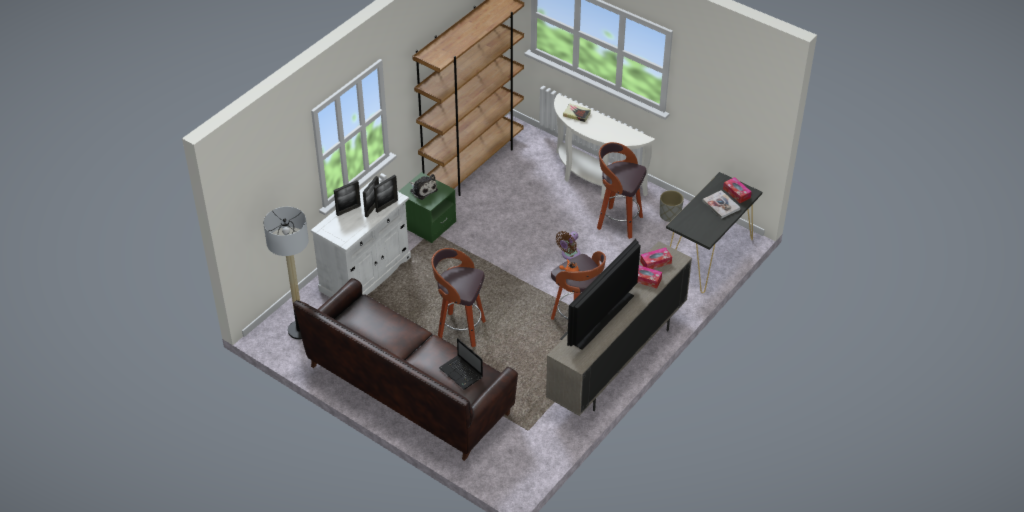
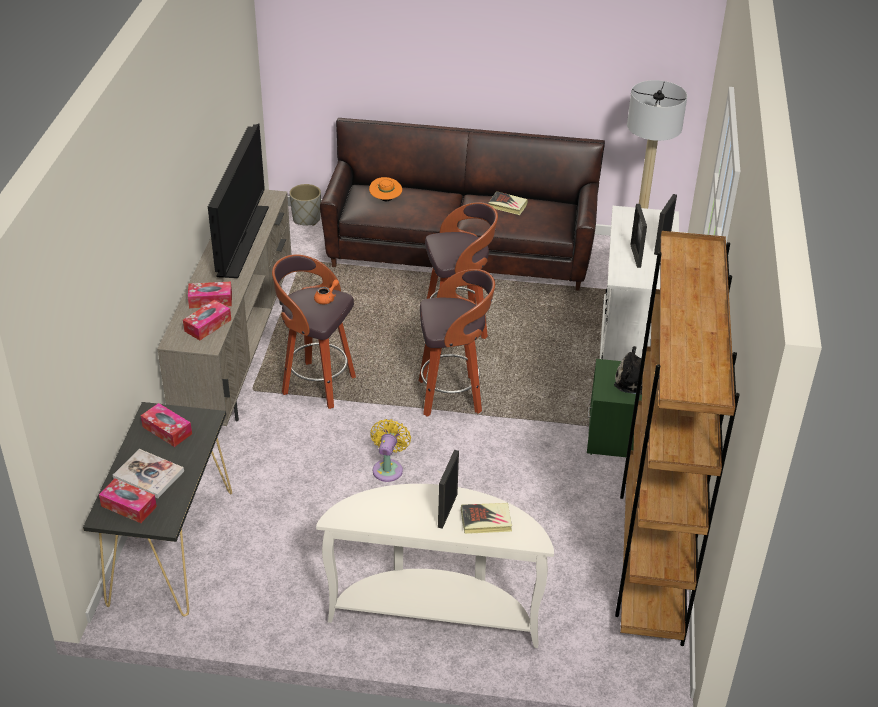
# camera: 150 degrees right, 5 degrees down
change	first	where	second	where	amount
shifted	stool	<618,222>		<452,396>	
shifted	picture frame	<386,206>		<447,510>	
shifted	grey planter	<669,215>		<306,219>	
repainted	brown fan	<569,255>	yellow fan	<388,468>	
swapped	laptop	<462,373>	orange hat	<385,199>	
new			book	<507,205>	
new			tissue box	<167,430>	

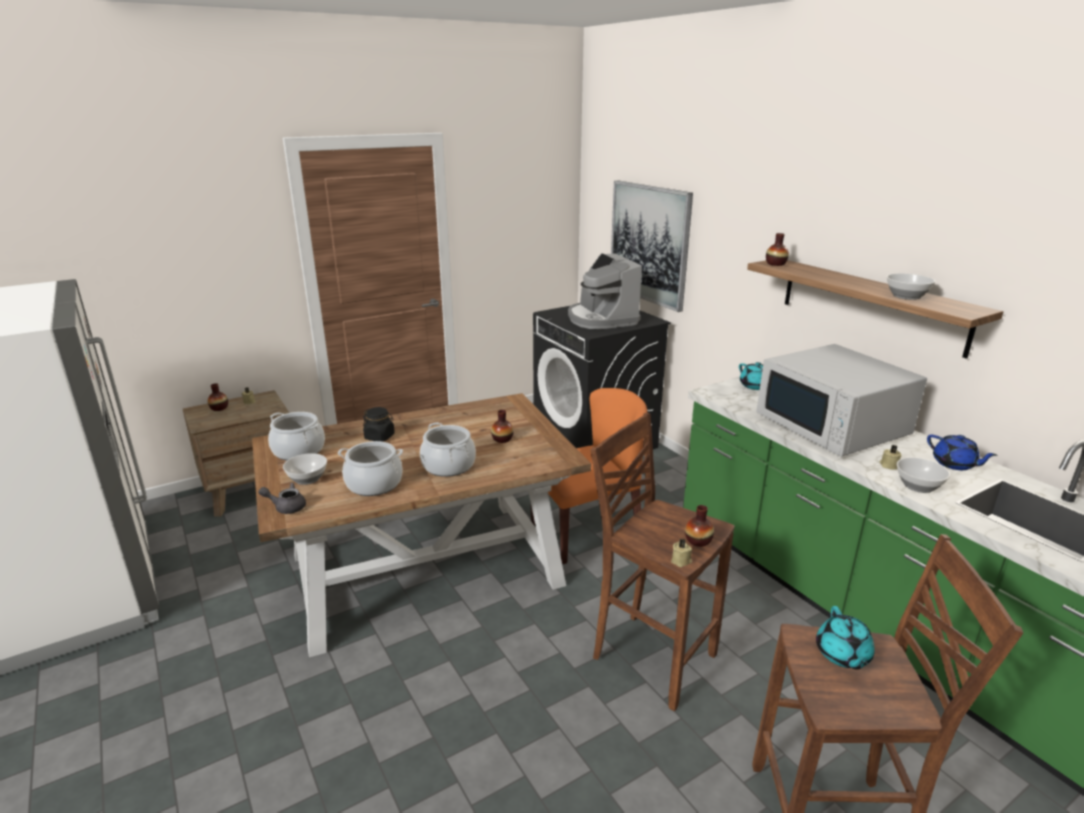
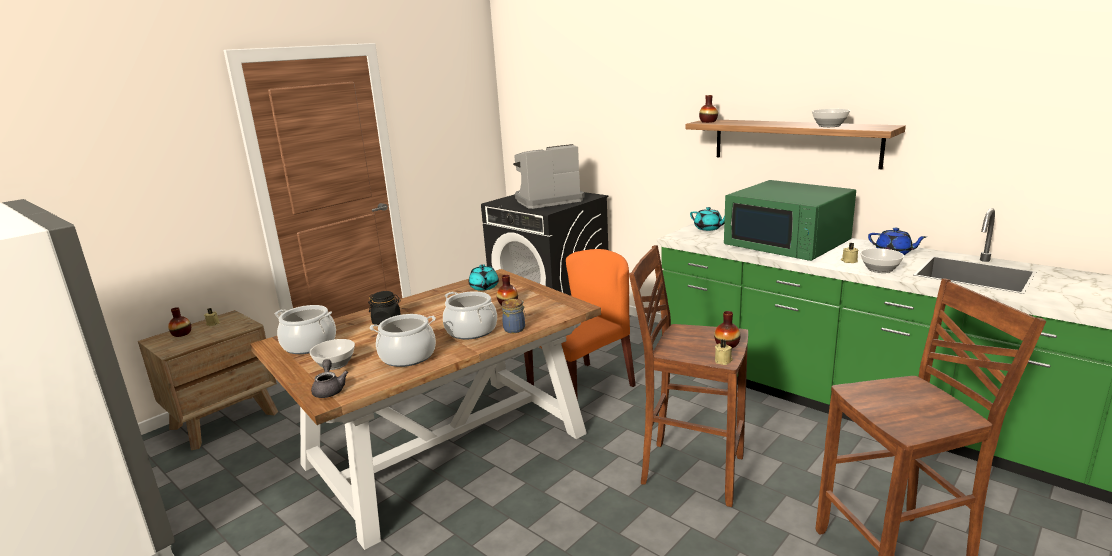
# camera: 15 degrees left, 5 degrees down
change	first	where	second	where	amount
gone	picture	<649,243>			
rotated	coffee machine	<601,319>		<547,200>	105 degrees clockwise
repainted	white microwave	<832,425>	green microwave	<787,244>	
rotated	grey teapot	<286,507>		<329,389>	90 degrees clockwise
shifted	turquoise teapot	<842,655>		<484,287>	
new			jar	<515,329>	

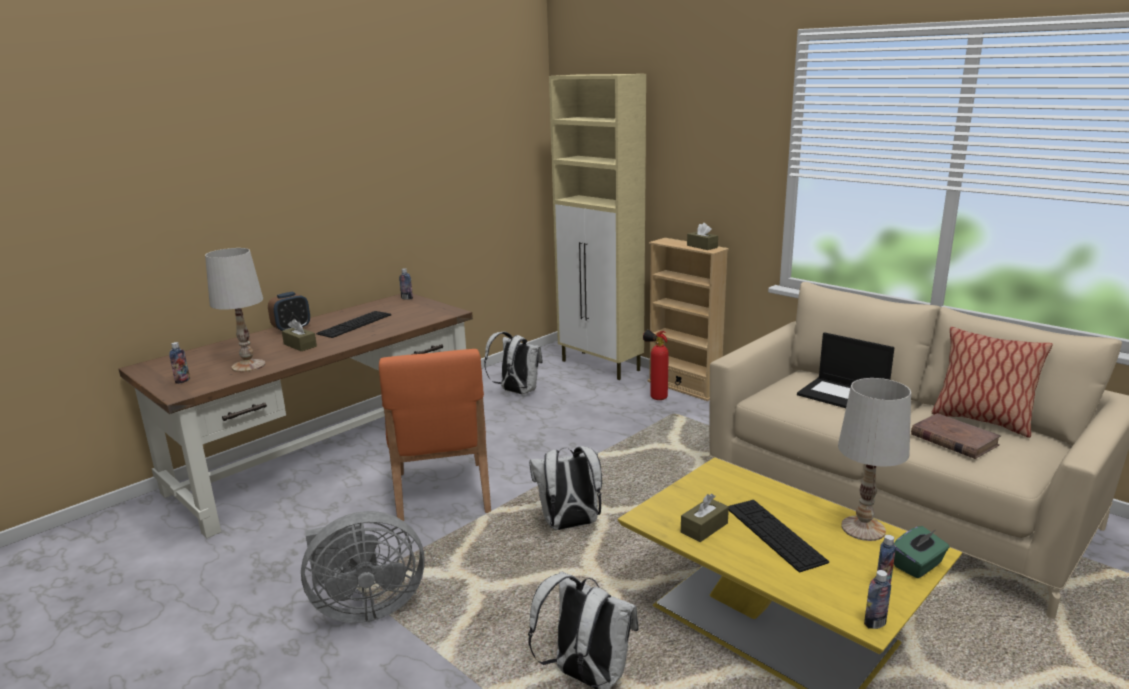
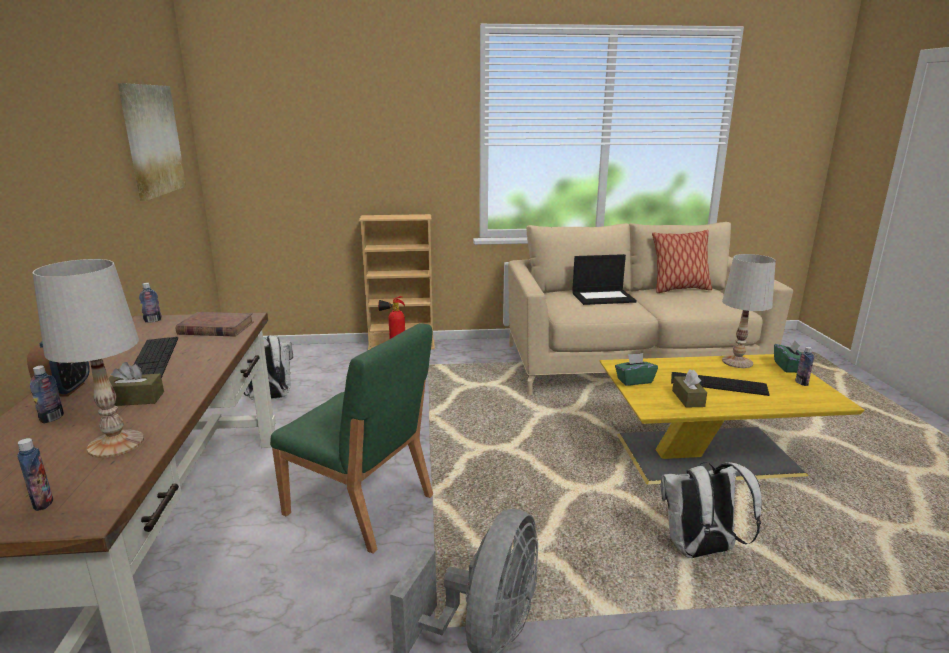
# camera: 50 degrees left, 0 degrees up
change	first	where	second	where	amount
gone	beige cabinet	<601,366>			
gone	brown tissue box	<702,246>			
repainted	orange chair	<441,493>	green chair	<360,506>	
shifted	brown book	<953,439>		<215,328>	
gone	white backpack	<569,525>			
shifted	bottle	<875,623>		<52,418>	
new			picture	<152,140>	
new			green tissue box	<634,381>	

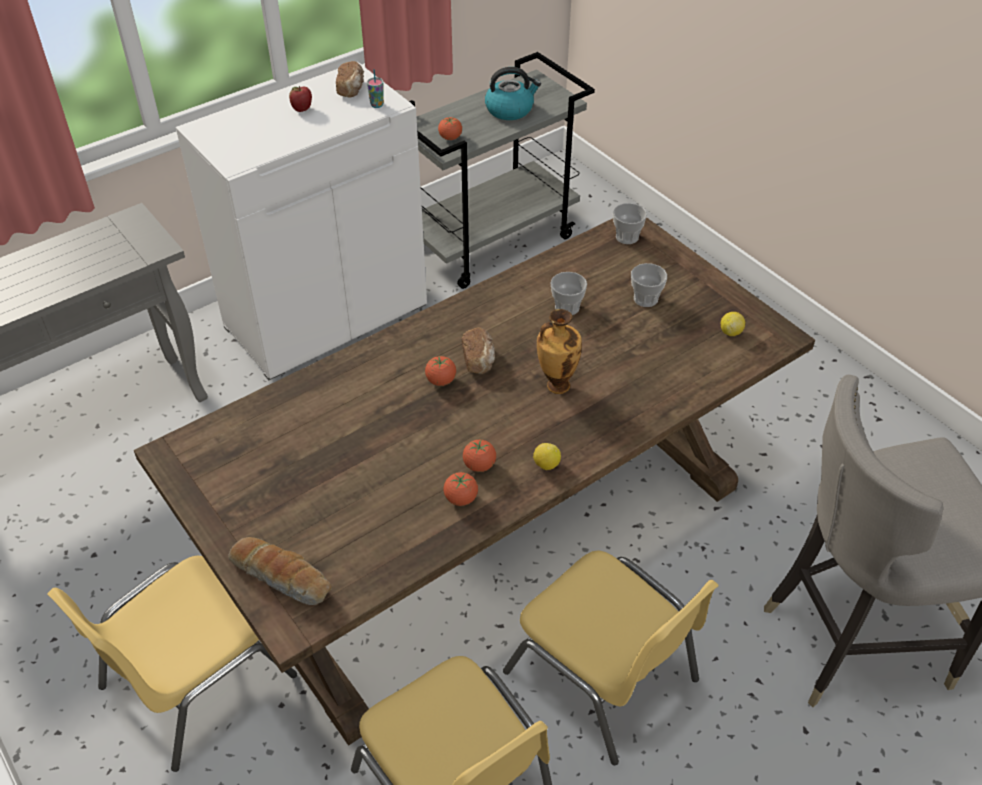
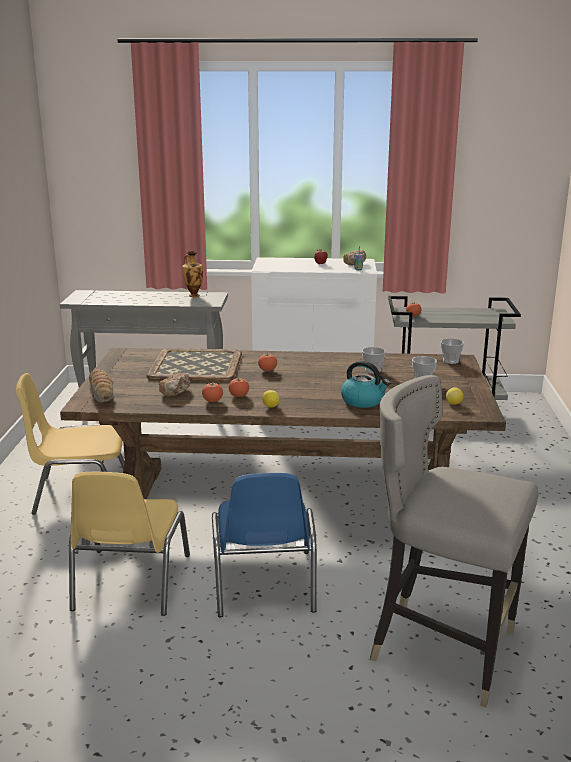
# camera: 40 degrees right, 25 degrees down
change	first	where	second	where	amount
shifted	kettle	<510,109>		<363,401>	
shifted	vase	<556,385>		<193,295>	
shifted	bread	<479,359>		<176,392>	
repainted	yellow chair	<604,677>	blue chair	<263,584>	
new			tray	<195,365>	

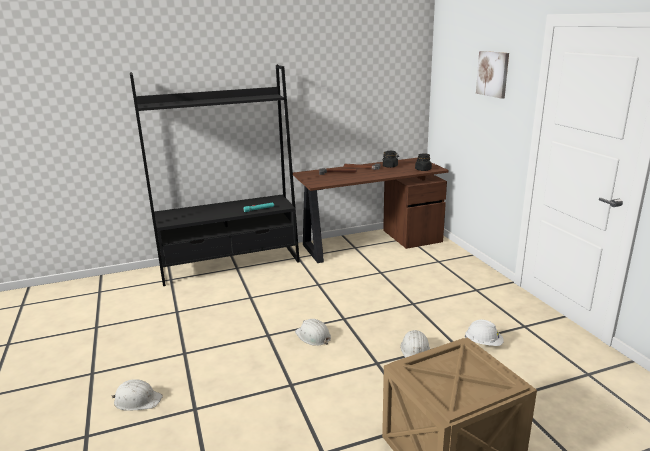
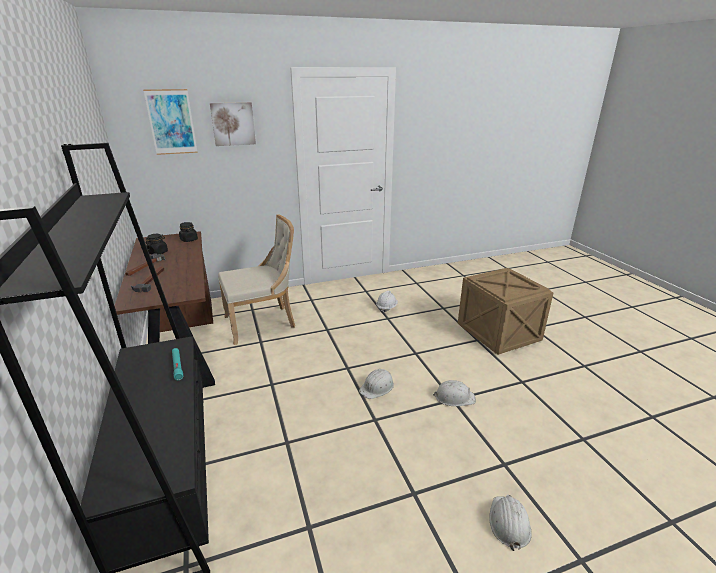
# camera: 90 degrees left, 5 degrees up
change	first	where	second	where	amount
shifted	white hard hat	<415,350>		<454,397>	
new			picture	<171,122>	
new			beige chair	<263,323>	

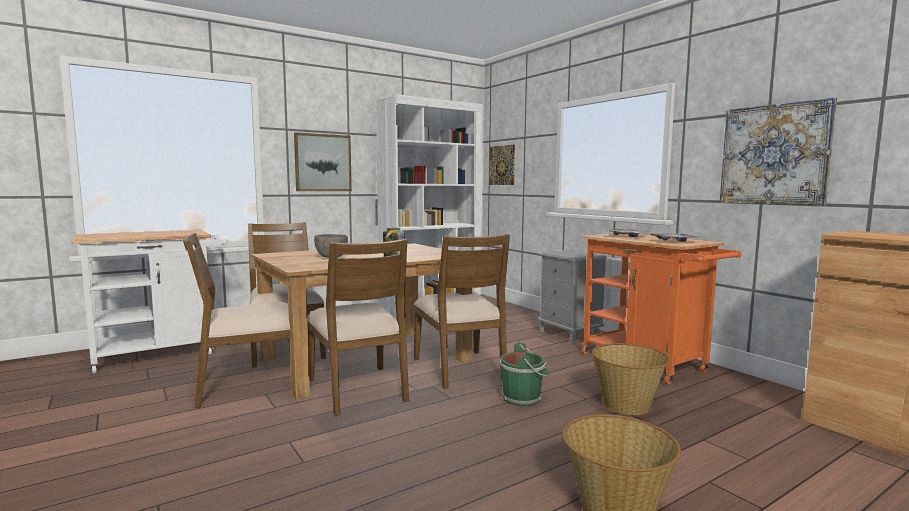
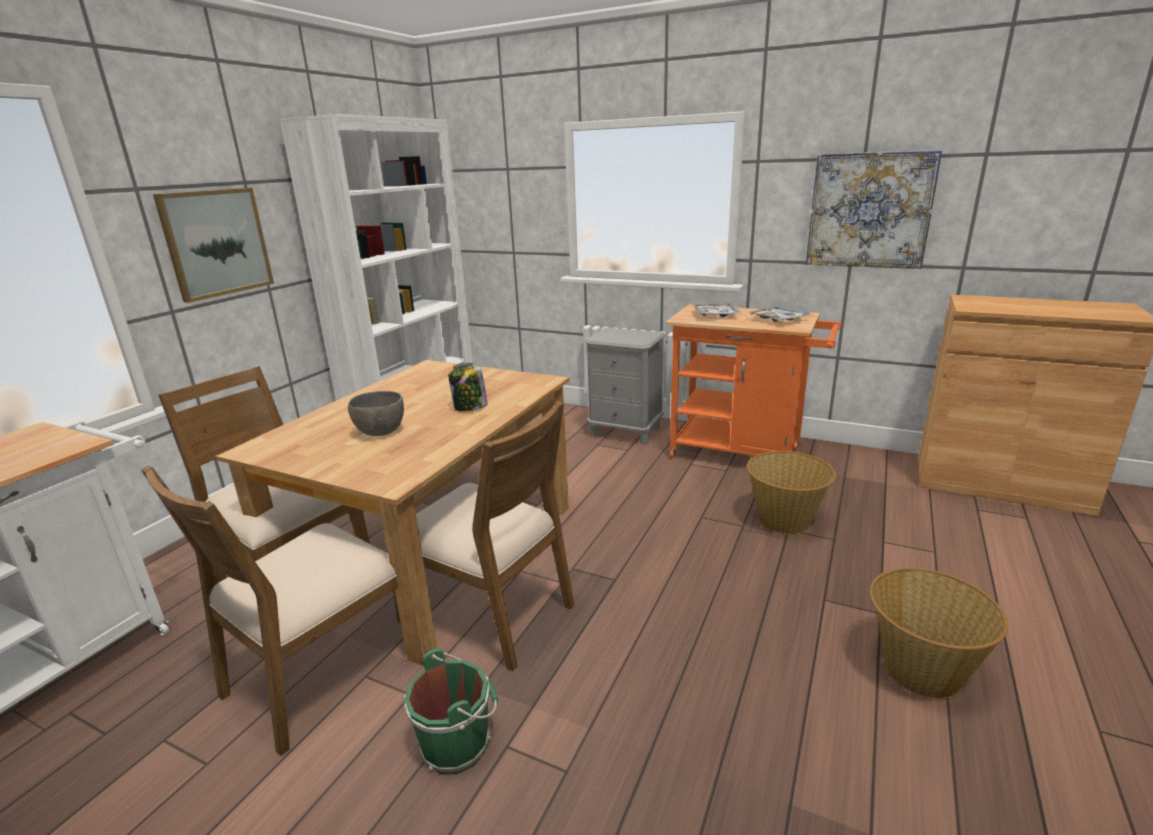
# camera: 30 degrees left, 15 degrees up
change	first	where	second	where	amount
gone	picture	<502,165>			
gone	brown chair	<460,369>			
shifted	green bucket	<523,398>		<458,742>	

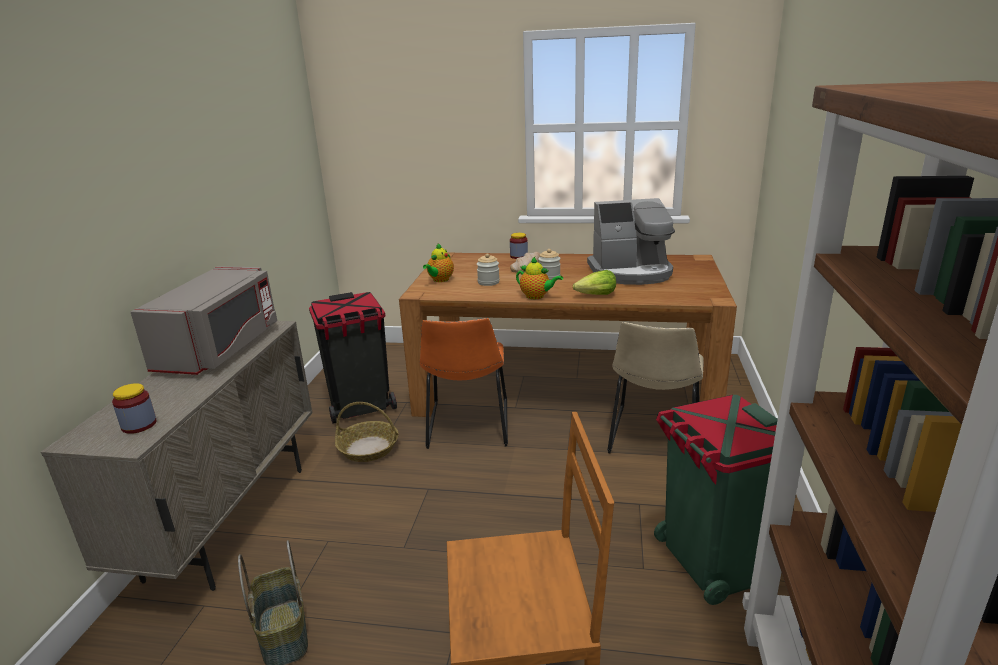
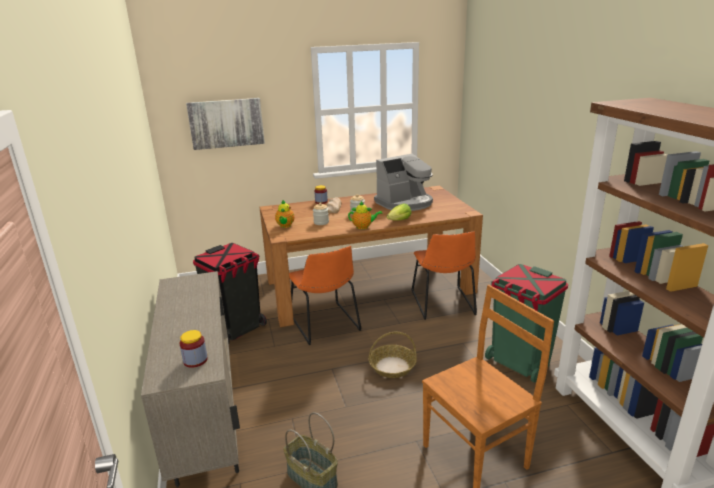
# camera: 25 degrees left, 0 degrees up
change	first	where	second	where	amount
gone	grey microwave	<221,348>			
repainted	beige chair	<654,437>	orange chair	<443,304>	
shifted	basket	<368,448>		<392,367>	
new			picture	<226,123>	

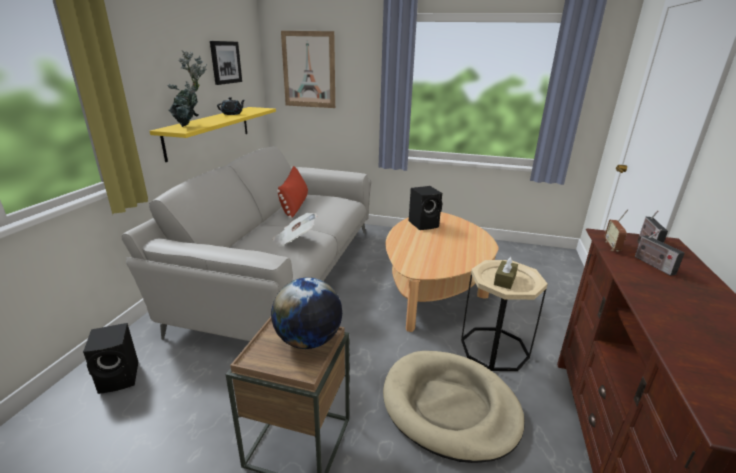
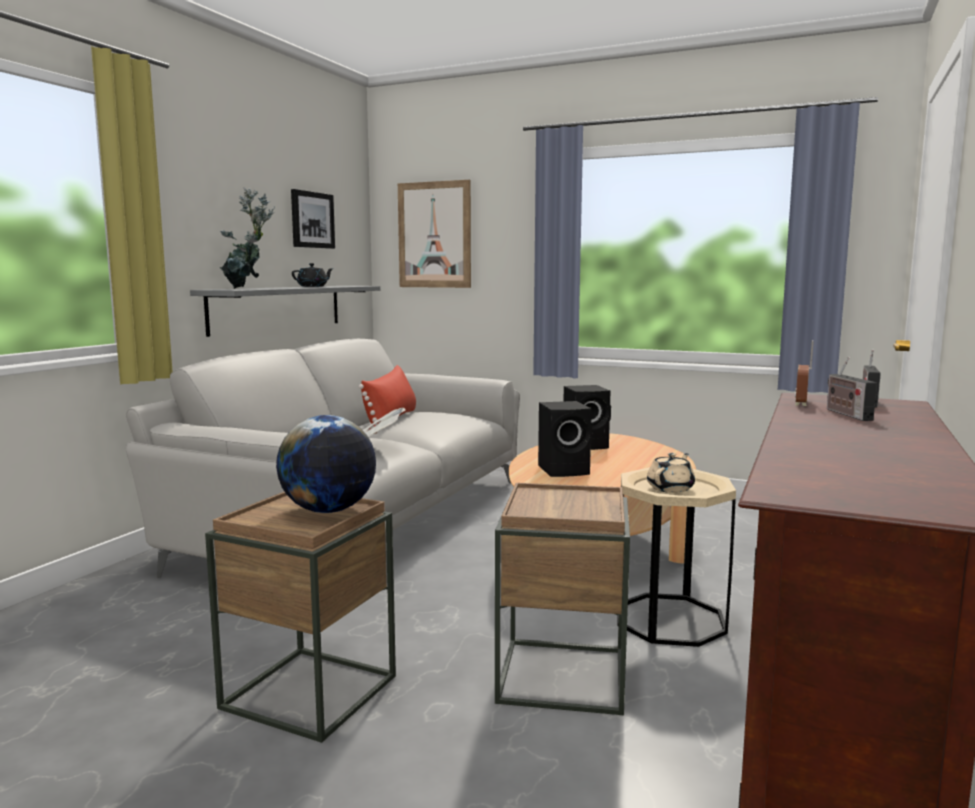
# camera: 10 degrees right, 15 degrees down
change	first	where	second	where	amount
repainted	yellow shelf	<209,131>	grey shelf	<278,308>	
swapped	brown tissue box	<505,280>	beige teapot	<671,488>	
shifted	black speaker	<121,377>		<565,470>	
swapped	beige dog bed	<449,406>	brown side table	<562,676>	

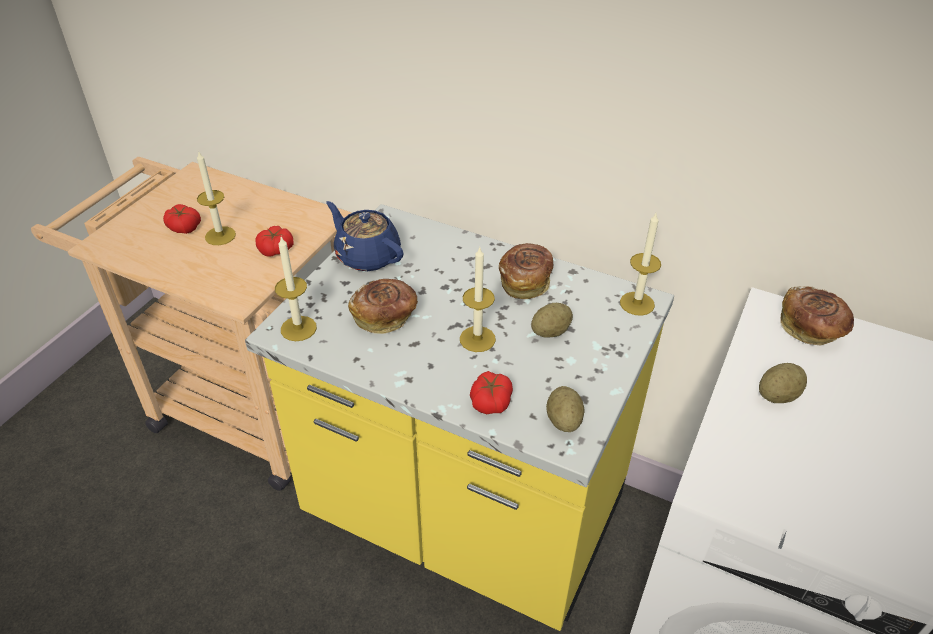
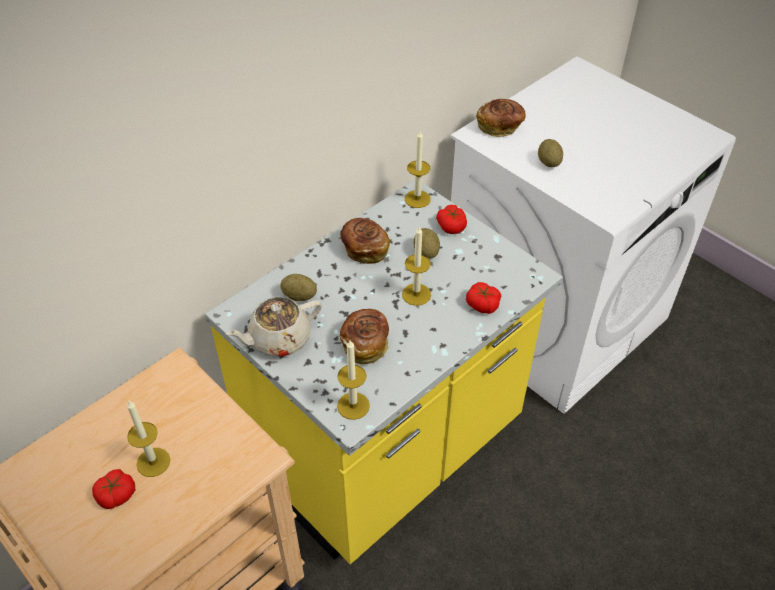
# camera: 70 degrees left, 5 degrees up
change	first	where	second	where	amount
repainted	blue teapot	<367,256>	beige teapot	<278,339>	
shifted	tomato	<276,249>		<451,226>	
shifted	potato	<563,420>		<299,296>	

